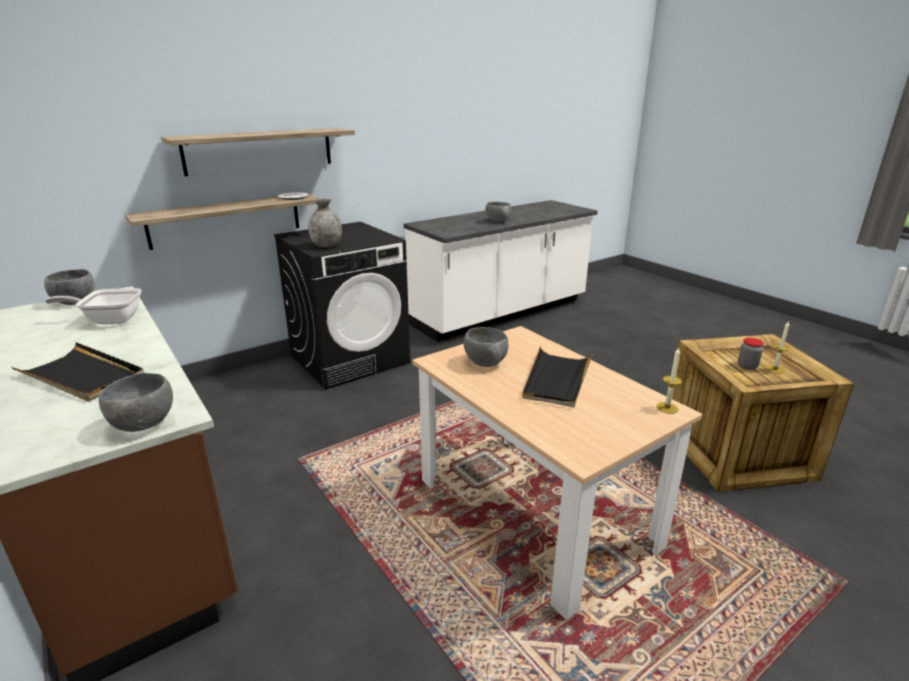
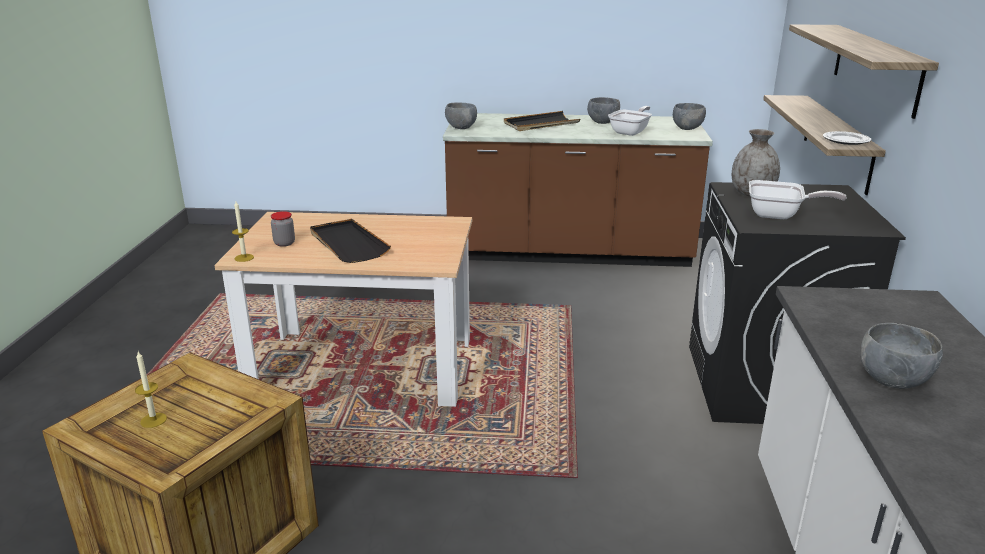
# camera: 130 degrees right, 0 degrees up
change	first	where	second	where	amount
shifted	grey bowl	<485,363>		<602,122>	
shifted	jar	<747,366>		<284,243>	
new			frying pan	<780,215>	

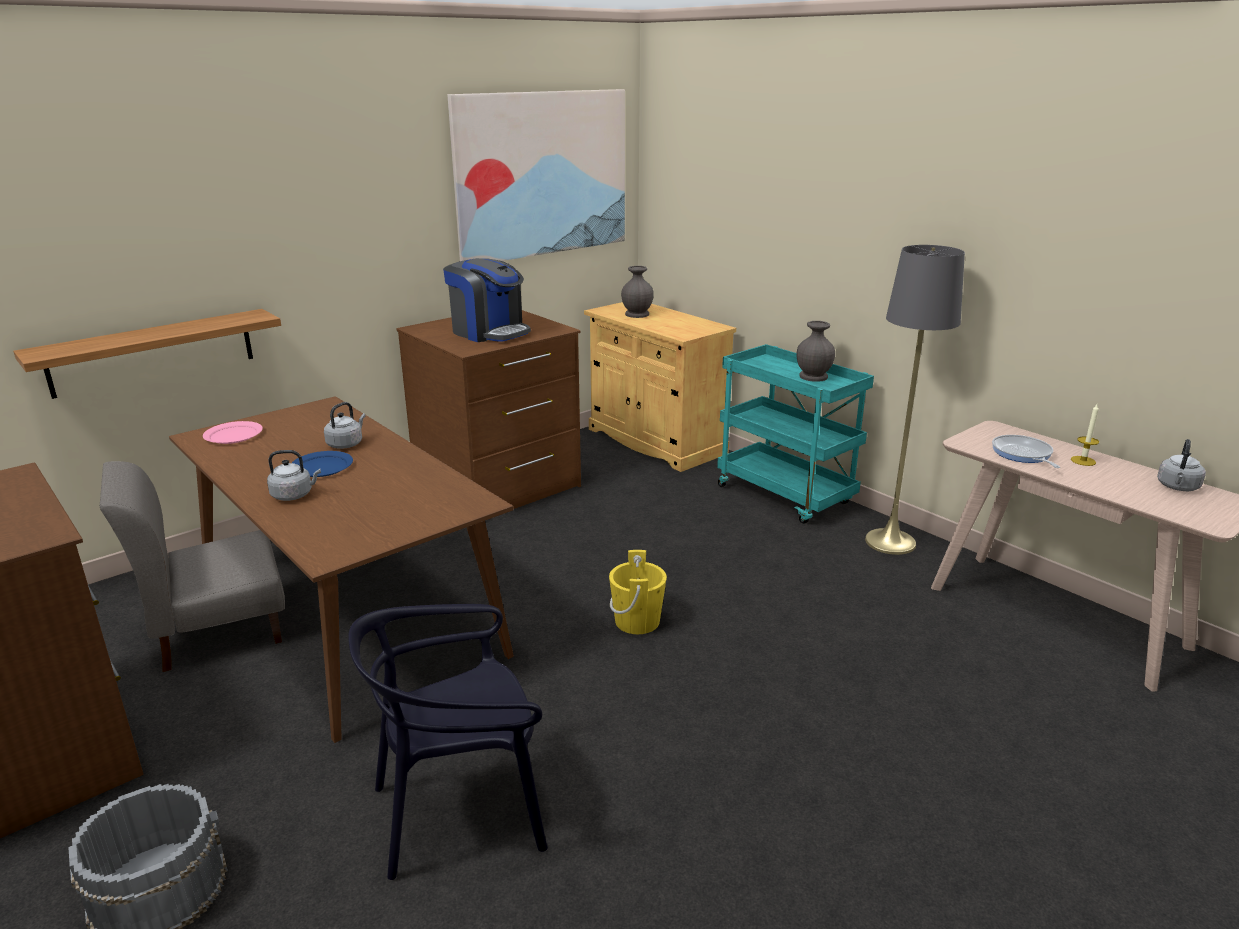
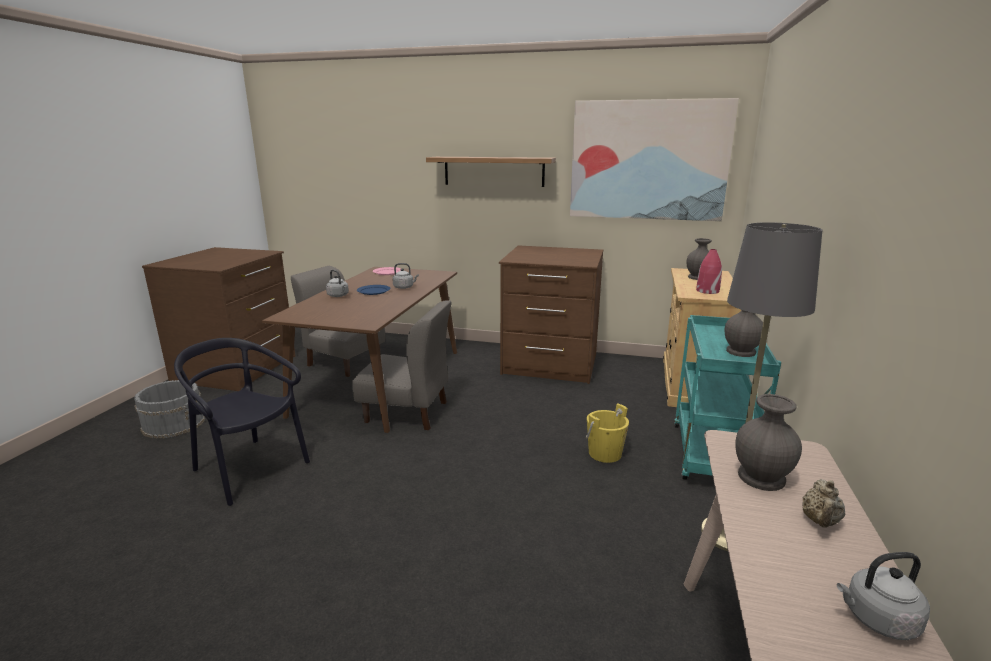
# camera: 55 degrees right, 5 degrees down
change	first	where	second	where	amount
gone	coffee machine	<489,332>			
shifted	shelf	<152,352>		<493,171>	
swapped	candle	<1083,461>	beige teapot	<820,521>	
swapped	frying pan	<1022,454>	grey vase	<760,477>	
shifted	yellow bucket	<637,621>		<605,453>	
new			red vase	<707,291>	
new			grey chair	<407,412>	

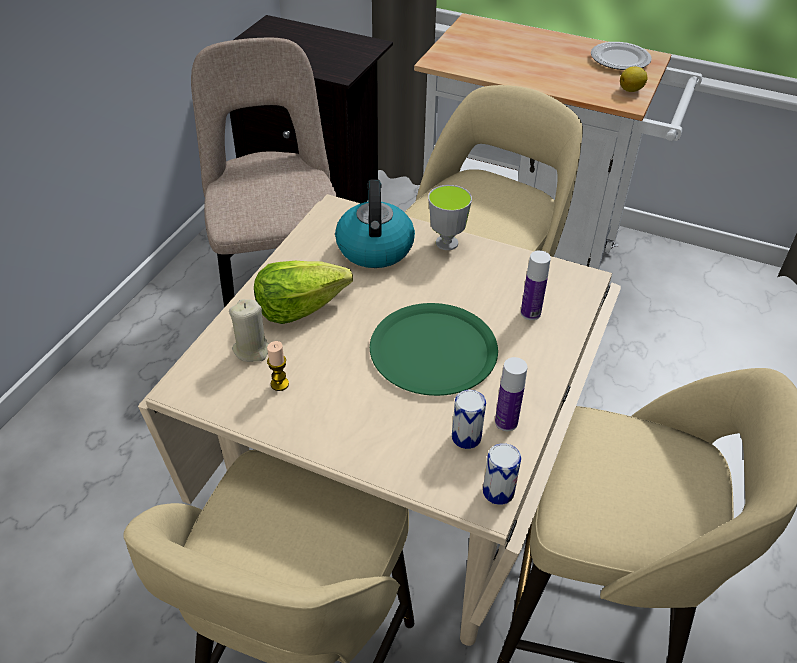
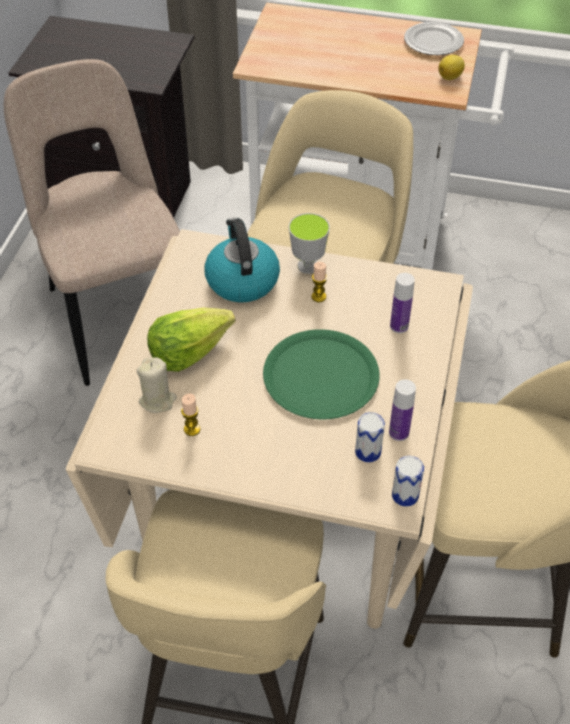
# camera: 10 degrees left, 5 degrees up
change	first	where	second	where	amount
new			candle	<318,297>	

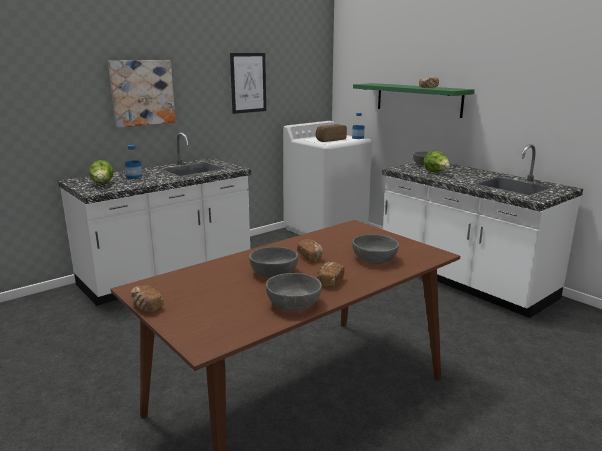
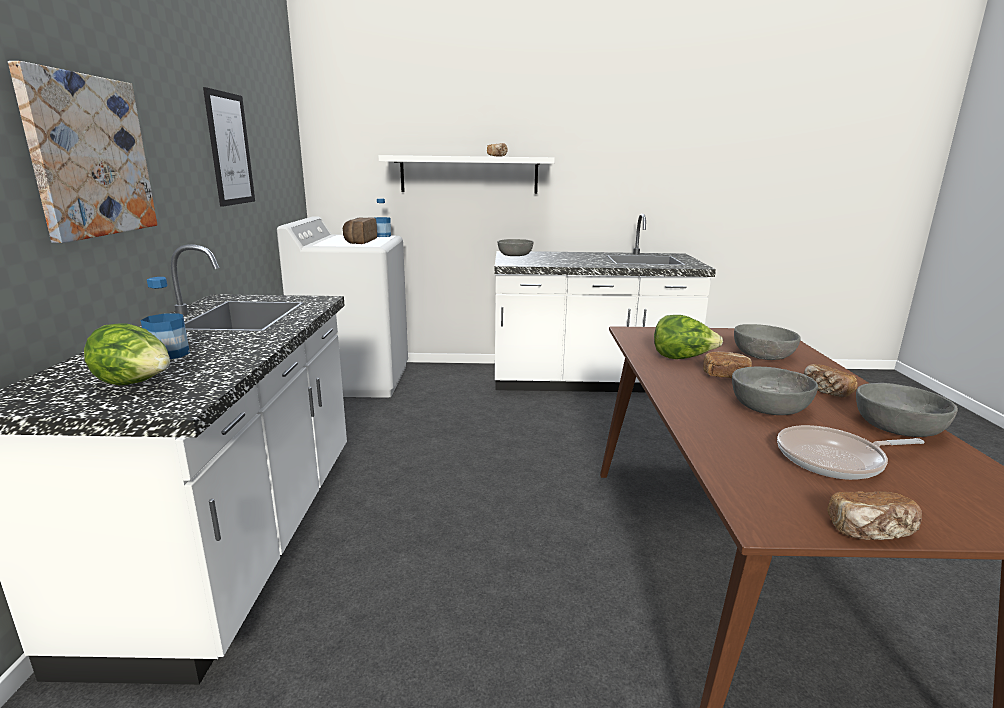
# camera: 50 degrees left, 0 degrees up
change	first	where	second	where	amount
repainted	green shelf	<418,99>	white shelf	<469,174>	
shifted	lettuce	<436,172>		<682,358>	
new			frying pan	<835,459>	

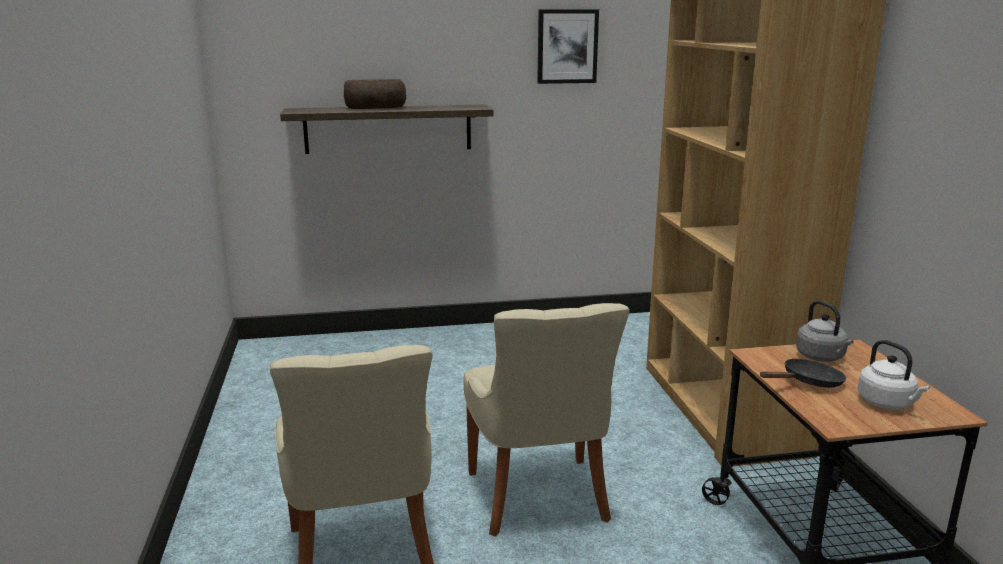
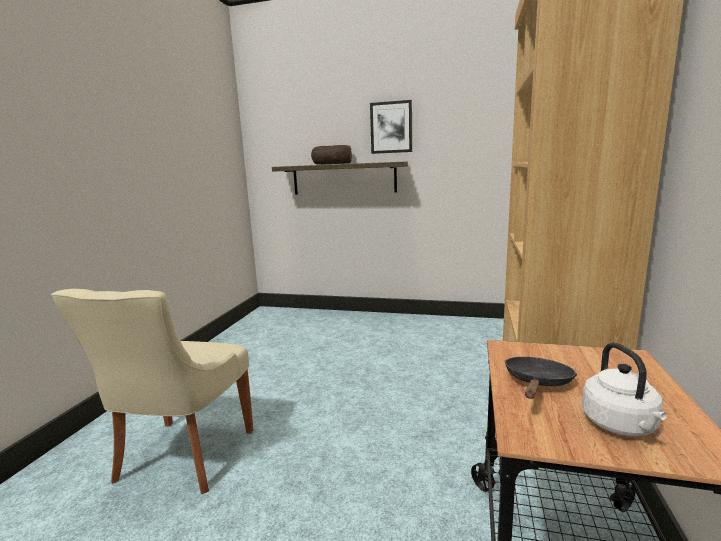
# camera: 25 degrees right, 5 degrees down
change	first	where	second	where	amount
shifted	picture	<567,46>		<391,127>	
gone	grey kettle	<822,357>			
gone	beige chair	<539,499>			
rotated	black frying pan	<807,382>		<537,383>	60 degrees counterclockwise

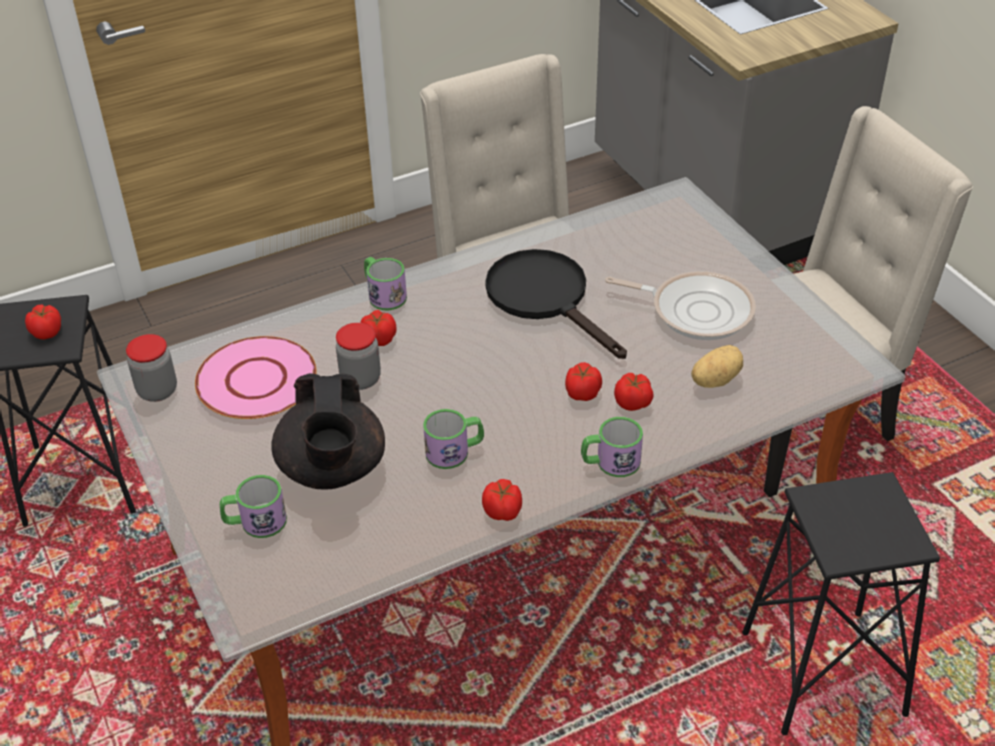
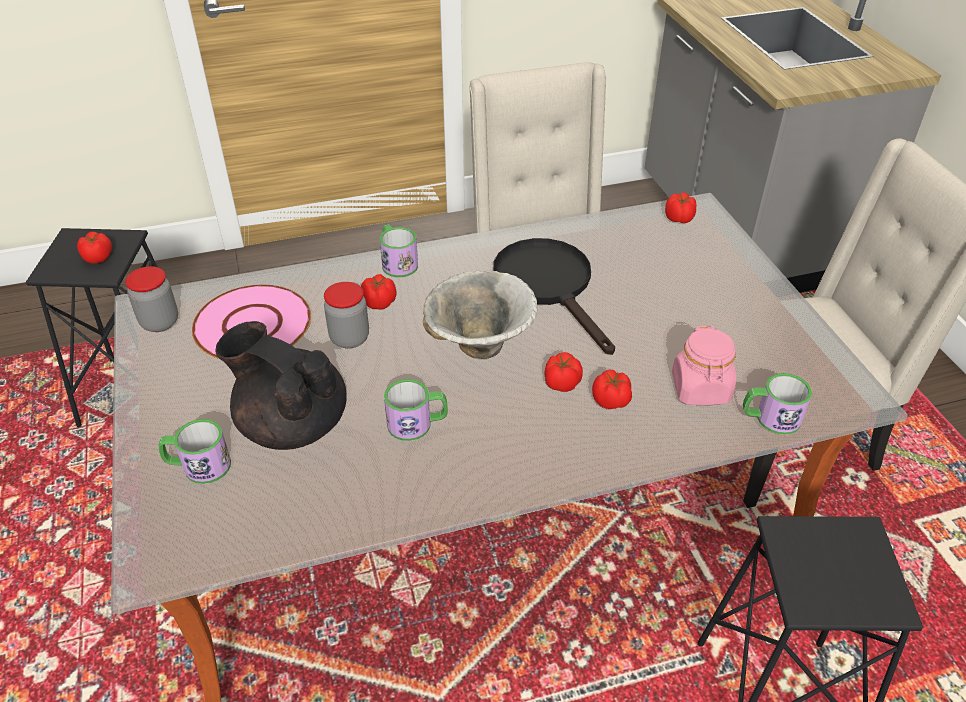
# camera: 10 degrees right, 0 degrees up
change	first	where	second	where	amount
gone	frying pan	<696,310>			
swapped	potato	<714,379>	pink jar	<700,389>	
rotated	black teapot	<332,470>		<292,424>	120 degrees clockwise
shifted	mug	<610,462>		<770,418>	
shifted	tomato	<503,512>		<679,219>	
new			bowl	<479,348>	

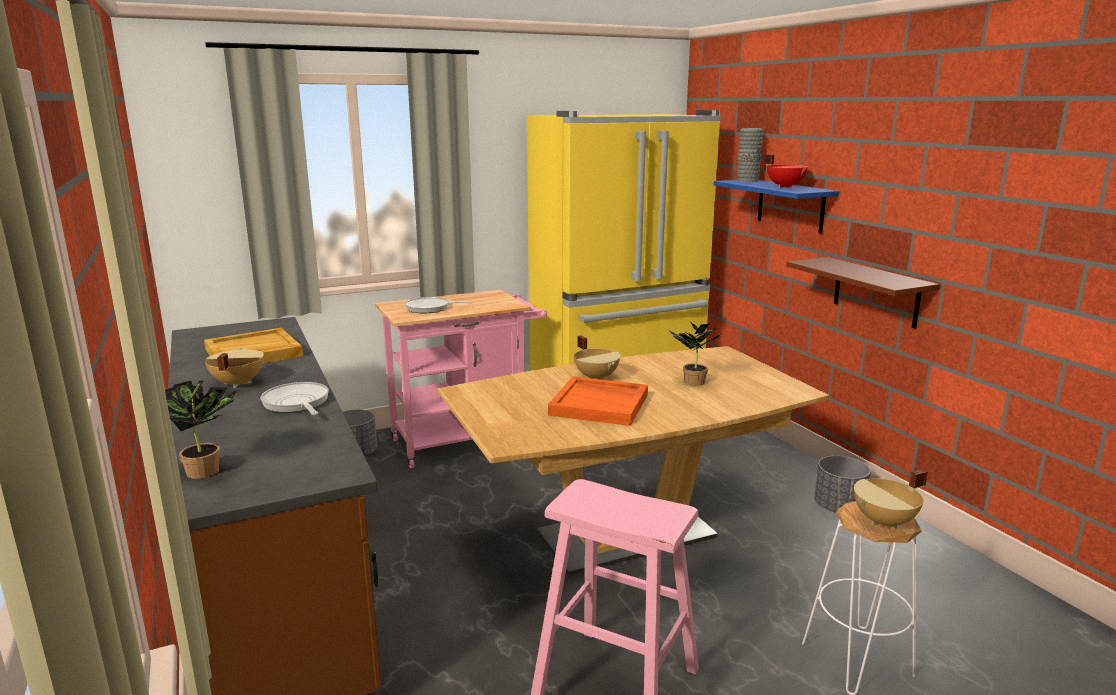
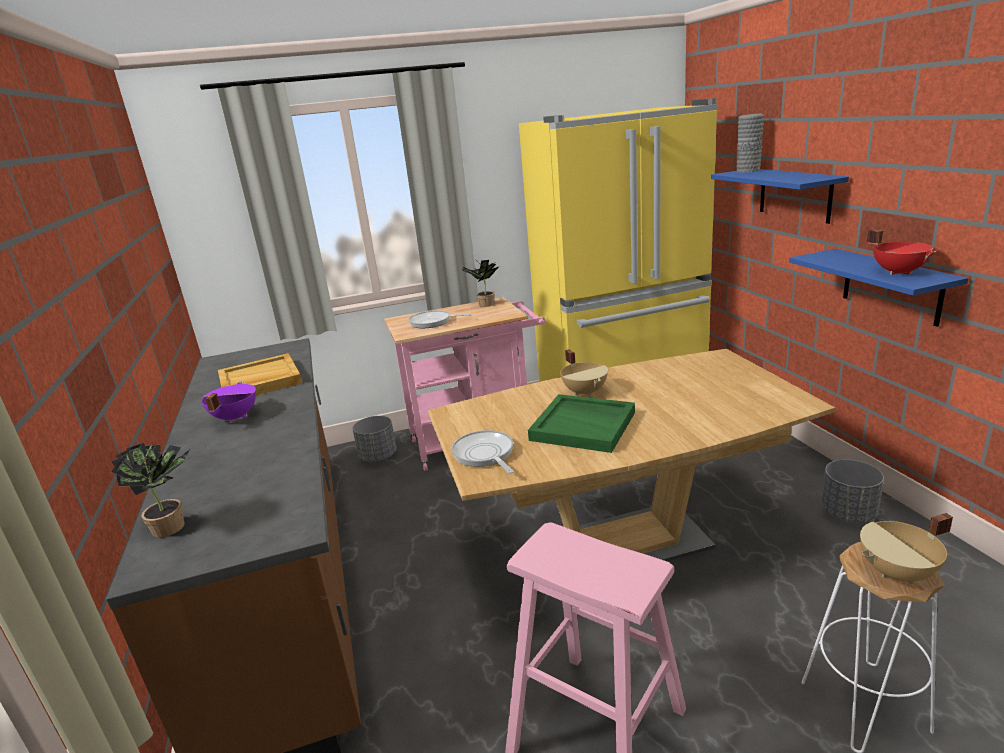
# camera: 10 degrees right, 5 degrees up
change	first	where	second	where	amount
shifted	red cooking pot	<785,186>		<899,272>	
repainted	brown shelf	<876,292>	blue shelf	<891,286>	
shifted	potted plant	<691,382>		<484,305>	
repainted	beige cooking pot	<236,383>	purple cooking pot	<234,417>	
repainted	orange tray	<600,404>	green tray	<584,426>	
shifted	frying pan	<297,403>		<484,455>	

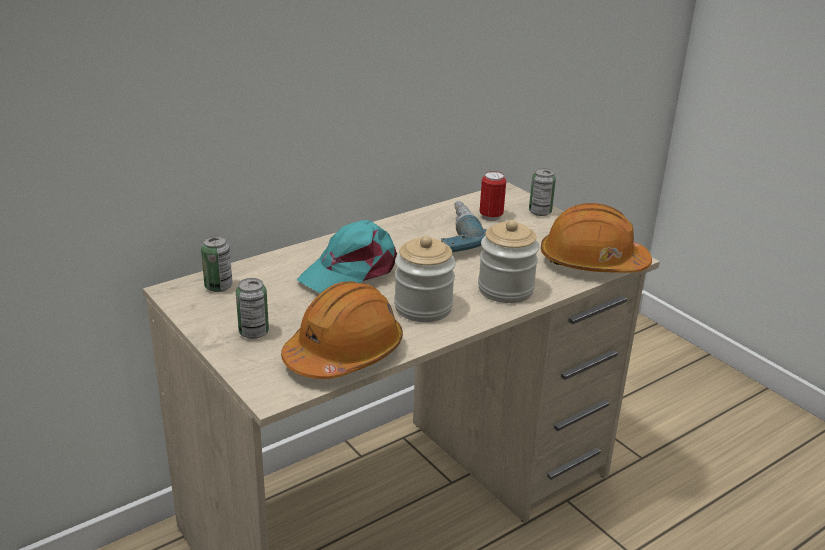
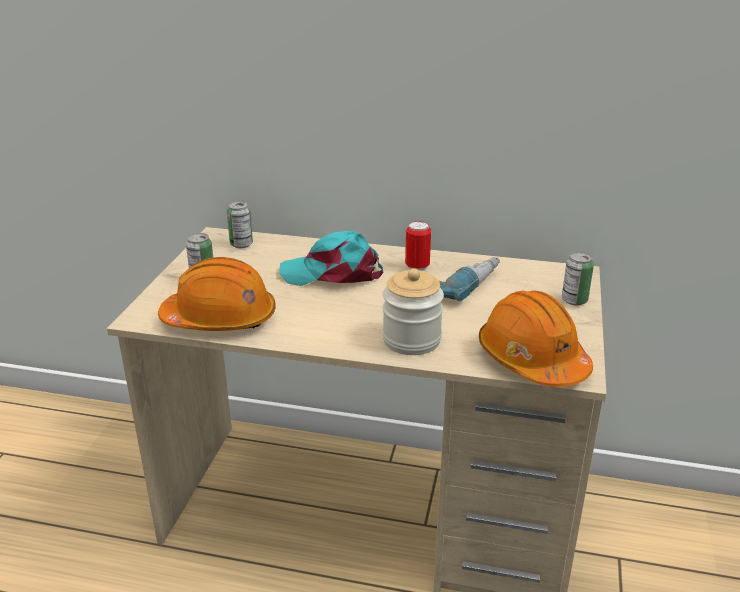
# camera: 50 degrees right, 0 degrees up
change	first	where	second	where	amount
shifted	can	<491,216>		<417,267>	
gone	jar	<423,307>			

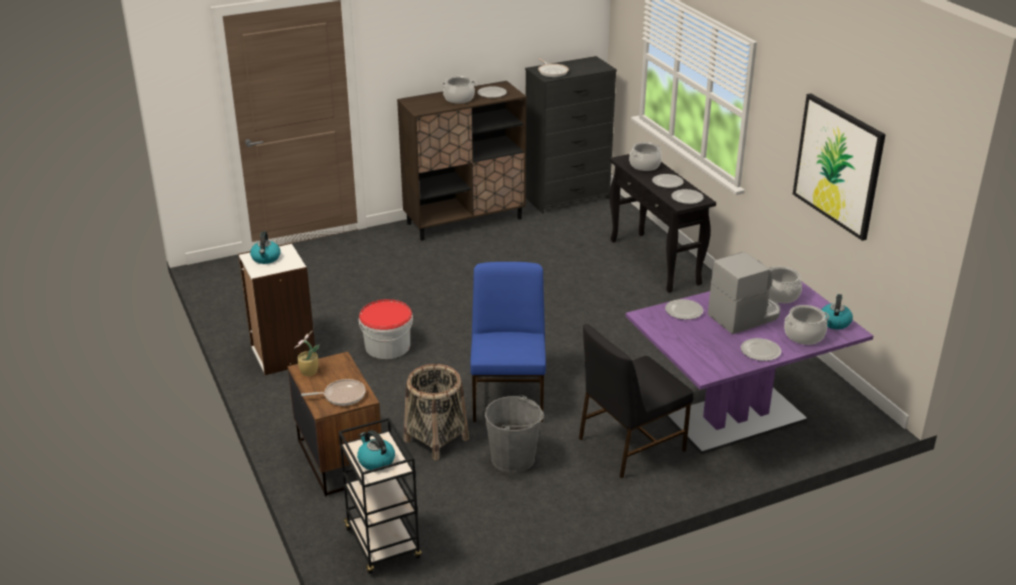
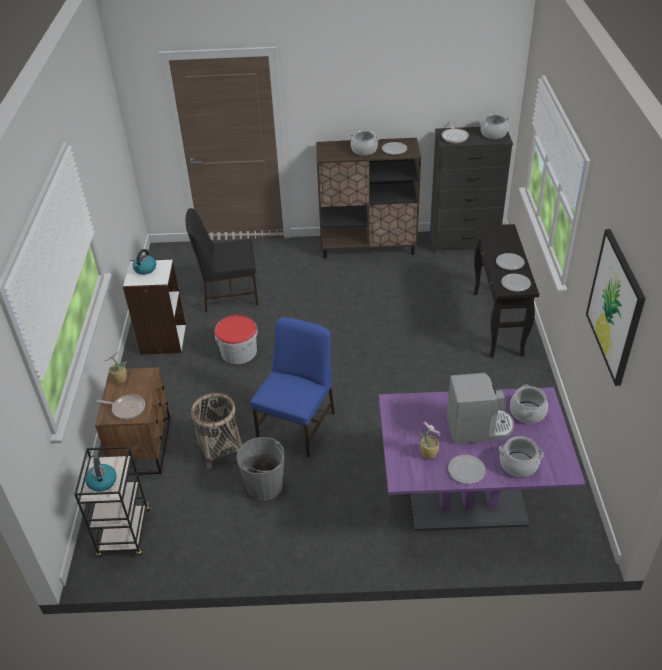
# camera: 25 degrees right, 10 degrees up
change	first	where	second	where	amount
shifted	cooking pot	<644,165>		<493,134>	
gone	kettle	<834,322>			
gone	plate	<684,311>			
shifted	black chair	<629,445>		<229,294>	
new			potted plant	<428,453>	

